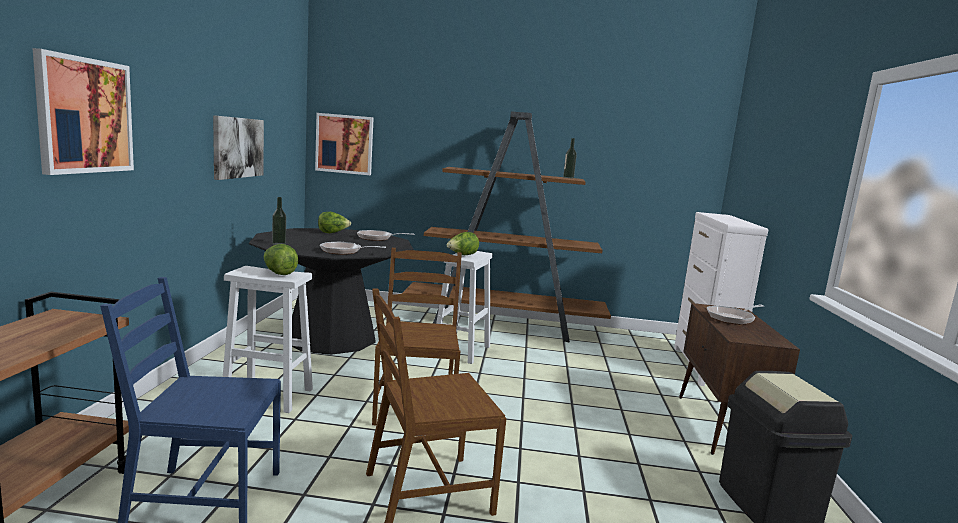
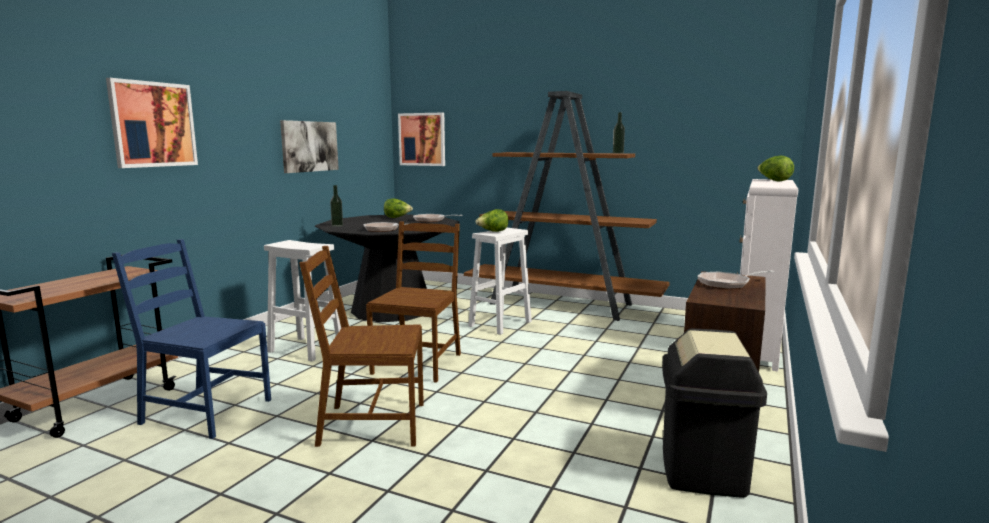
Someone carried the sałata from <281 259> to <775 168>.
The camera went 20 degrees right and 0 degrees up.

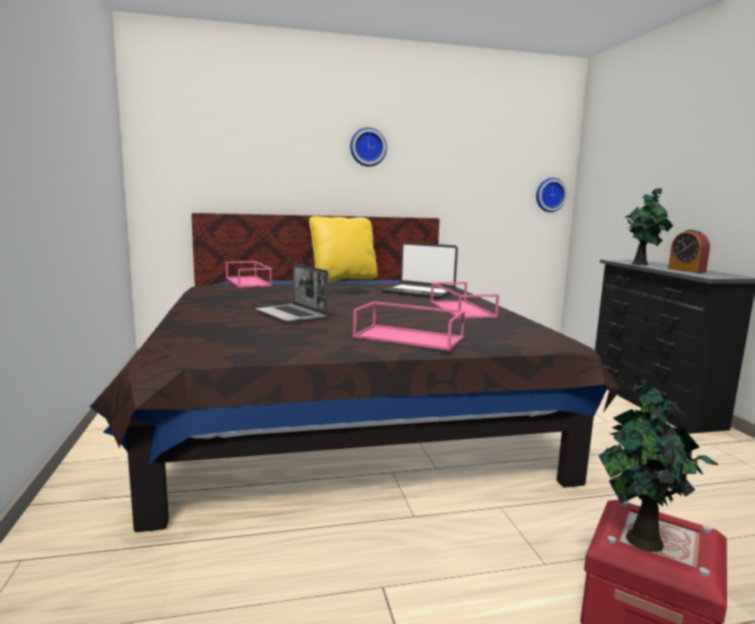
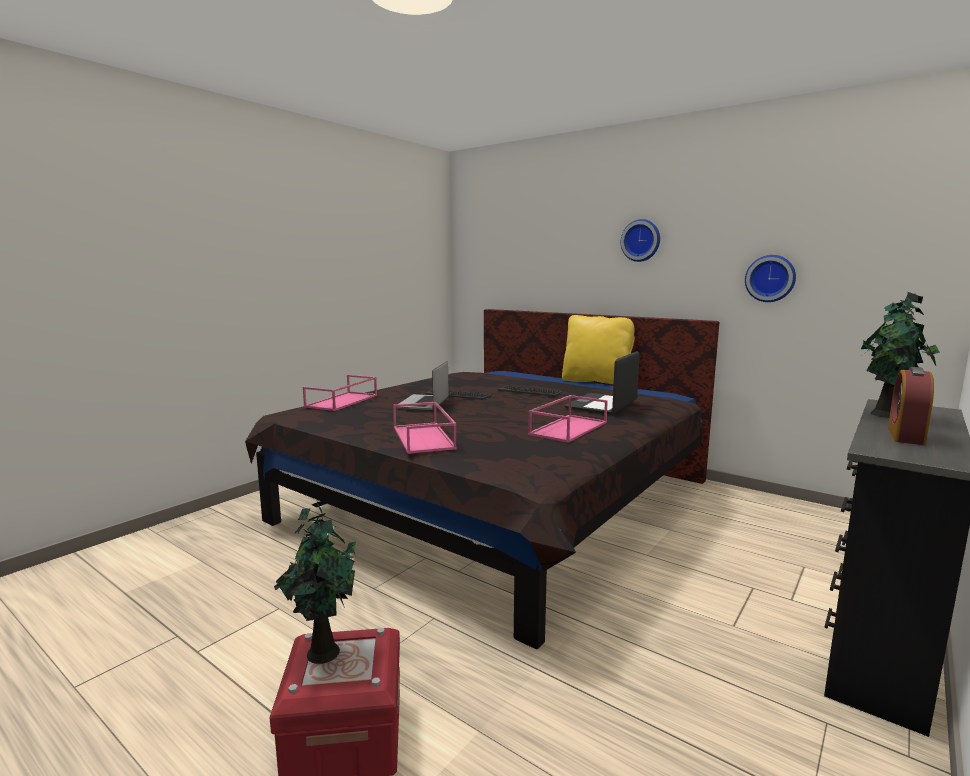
Someone carried the taca (różowy) from <249 274> to <340 393>.
Someone carried the zegar ścienny from <551 195> to <770 278>.
Someone rotated the laptop at <420 270> by 45 degrees clockwise.
The camera went 50 degrees right and 0 degrees up.

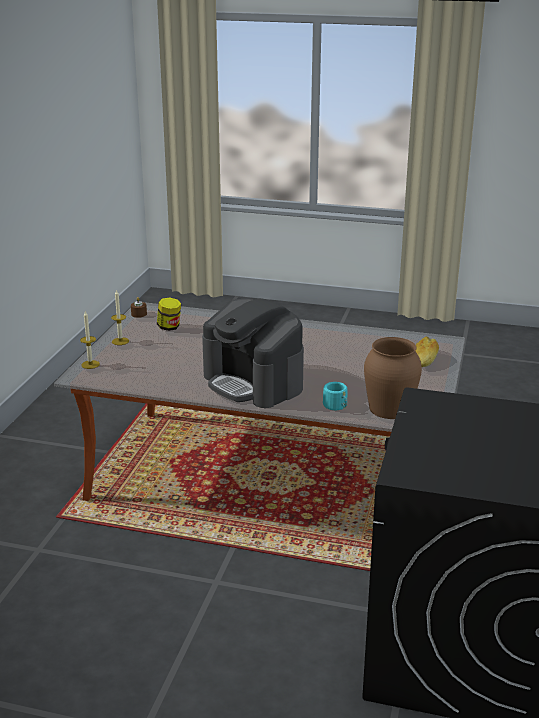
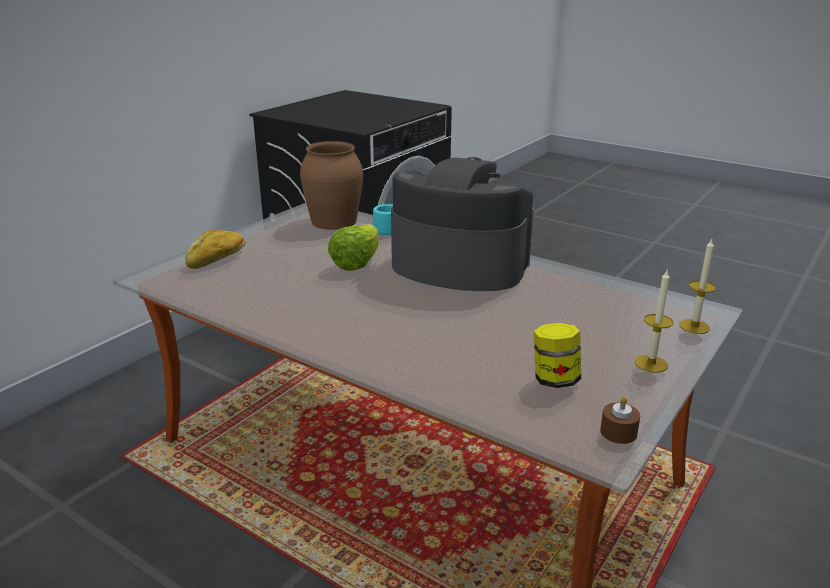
Someone put down the sałata at <353 247>.
Someone rotated the ekspres do kawy at <253 353> by 45 degrees counterclockwise.
The camera went 160 degrees left and 0 degrees up.

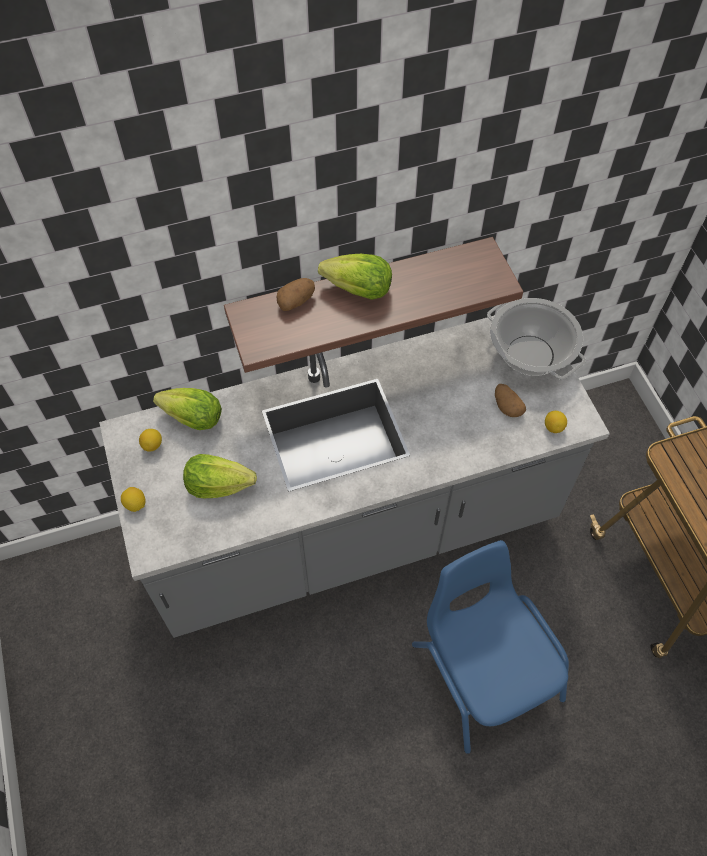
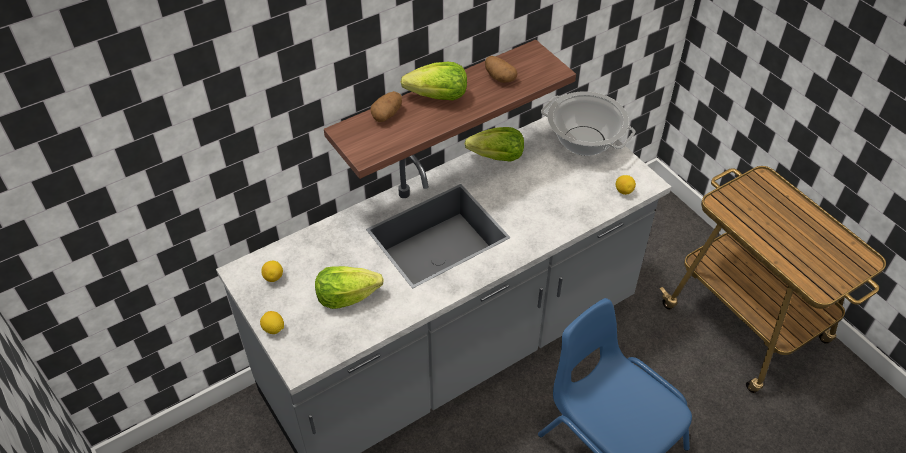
Someone carried the sałata from <187 409> to <494 144>.
Someone carried the ziemniak from <510 400> to <501 69>.
The camera went 15 degrees left and 10 degrees down.

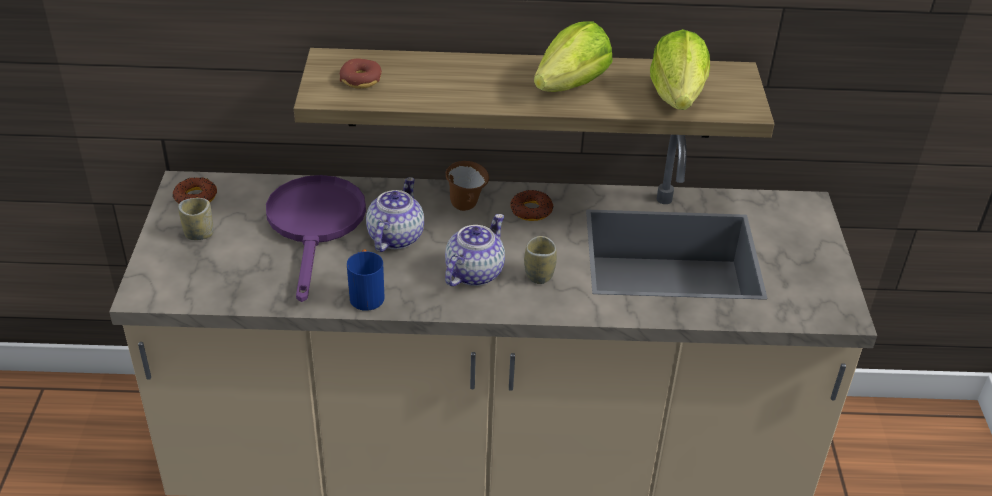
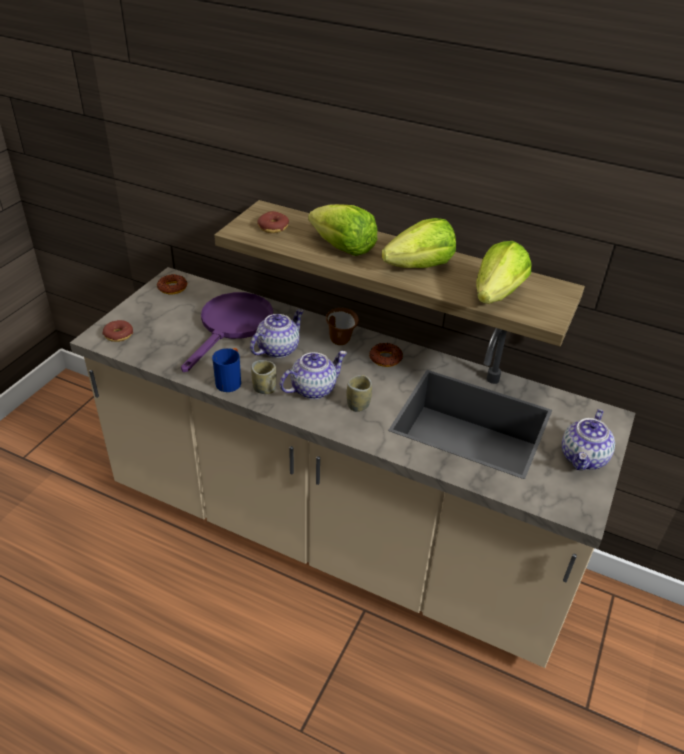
Someone put down the donut at <117 331>.
Someone put down the sałata at <342 230>.
Someone put down the imbryk at <588 439>.
Someone carried the filiżanka from <196 219> to <263 377>.
The camera went 25 degrees right and 0 degrees up.

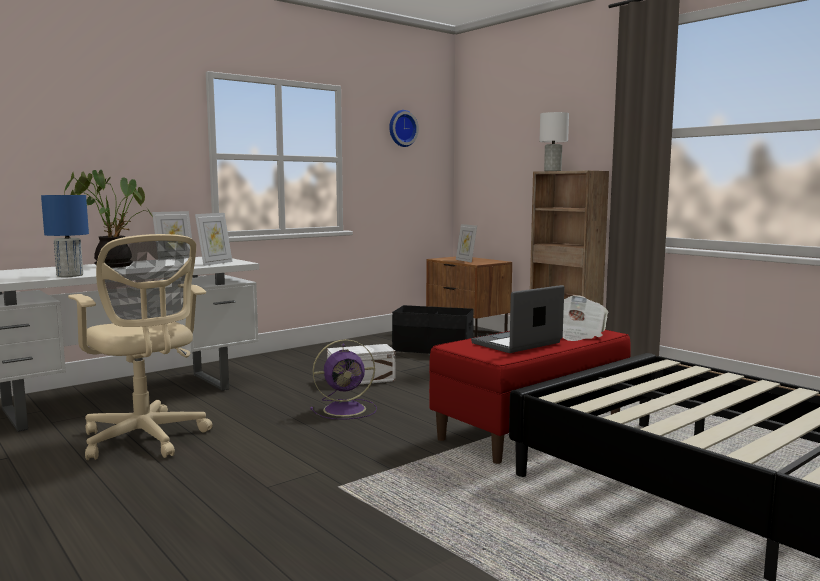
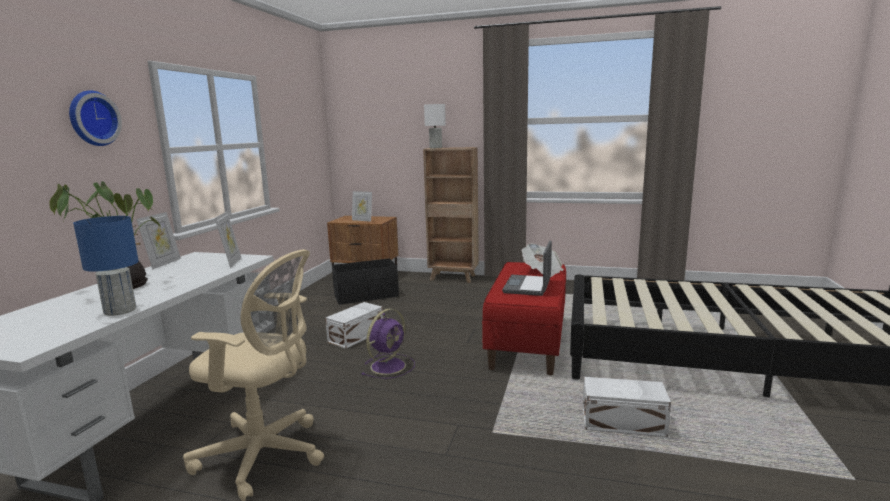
Someone put down the pojemnik do przechowywania (biały) at <627 407>.
Someone carried the zegar ścienny from <404 128> to <95 118>.
The camera went 35 degrees left and 5 degrees up.

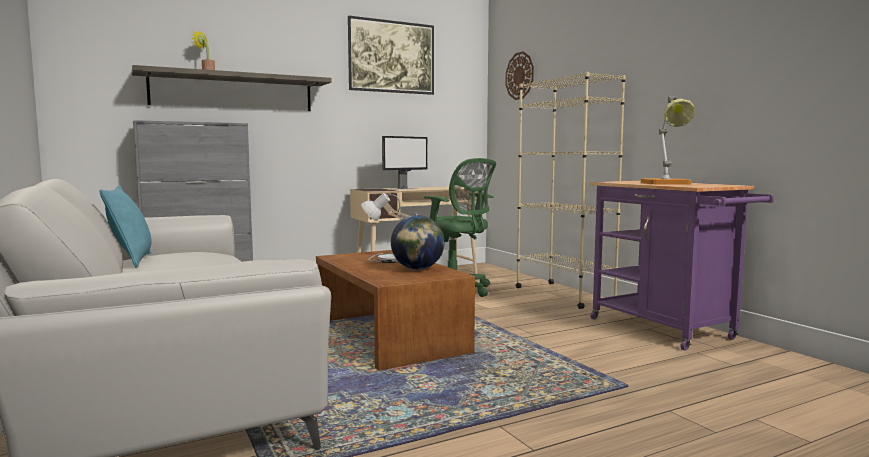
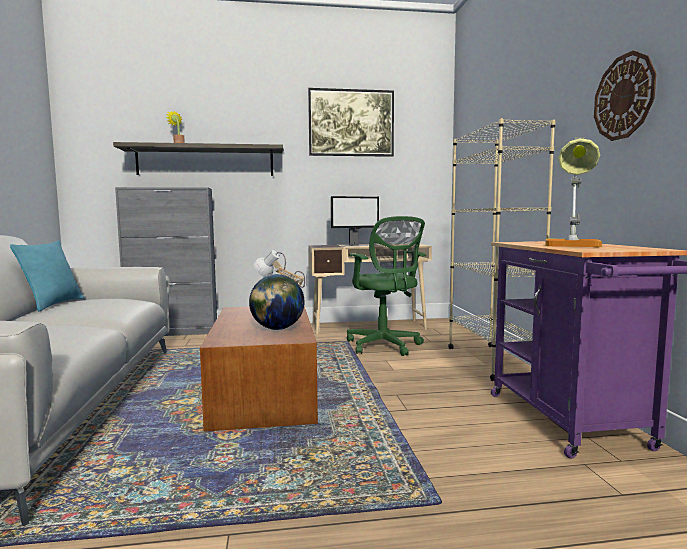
Someone carried the zegar ścienny from <519 75> to <625 95>.
The camera went 20 degrees right and 0 degrees up.

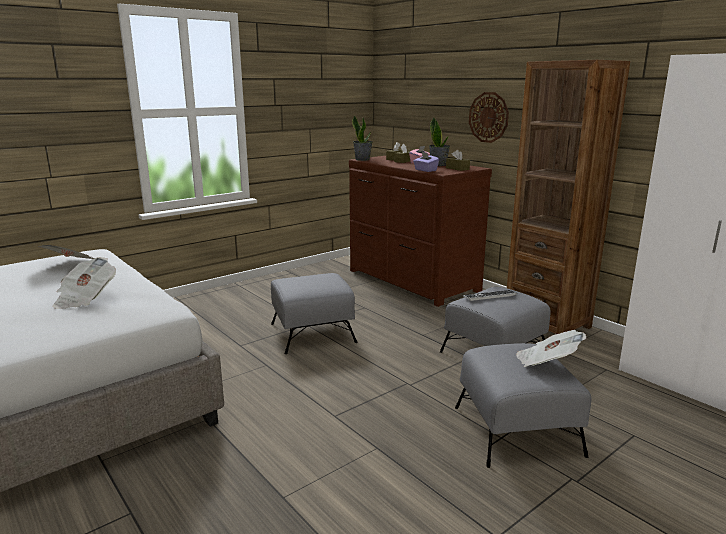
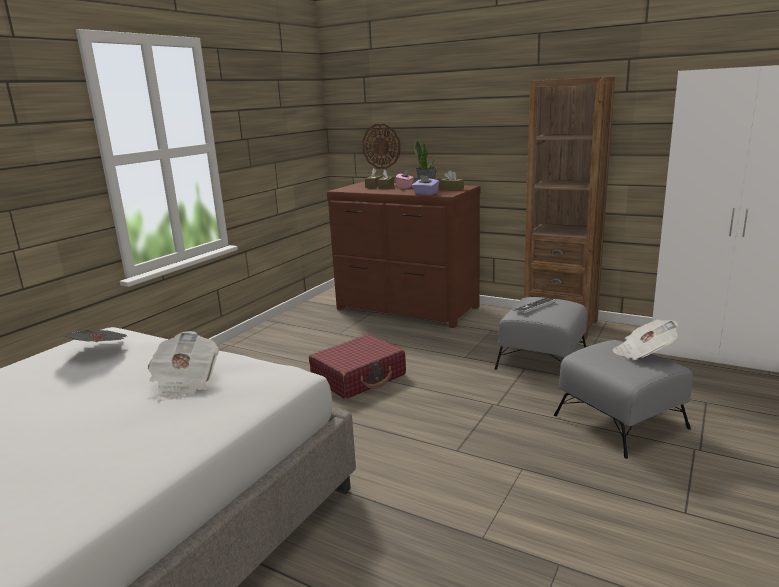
Someone took away the roślina doniczkowa at <362 138>.
Someone carried the zegar ścienny from <489 117> to <381 146>.
Someone swapped the pufa (szary) at <314 313> for the walizka (czerwony) at <357 366>.
The camera went 20 degrees left and 0 degrees up.

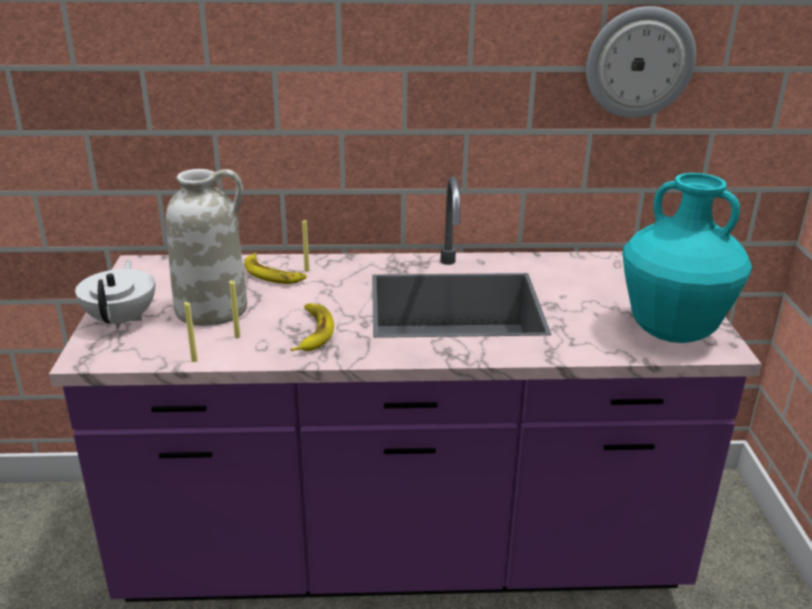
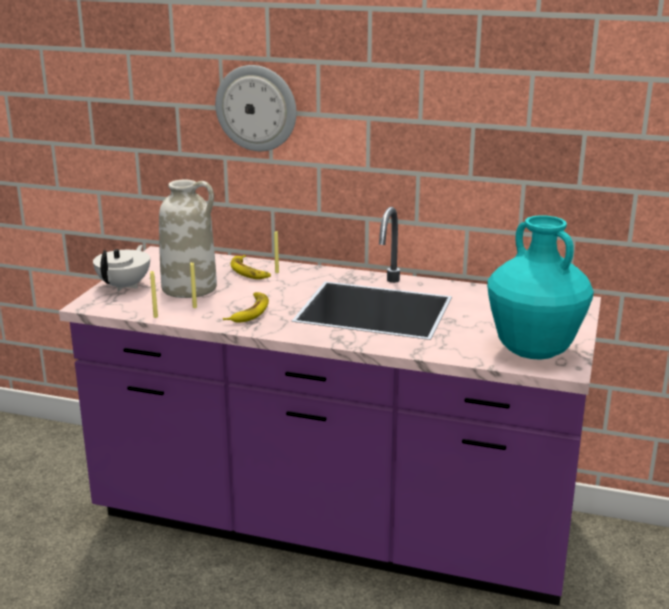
Someone carried the zegar ścienny from <641 62> to <256 108>.
The camera went 20 degrees right and 5 degrees down.

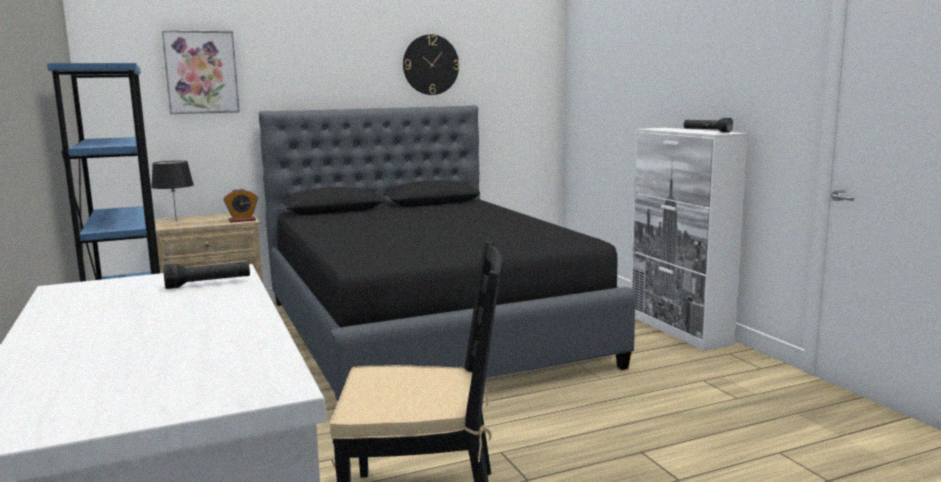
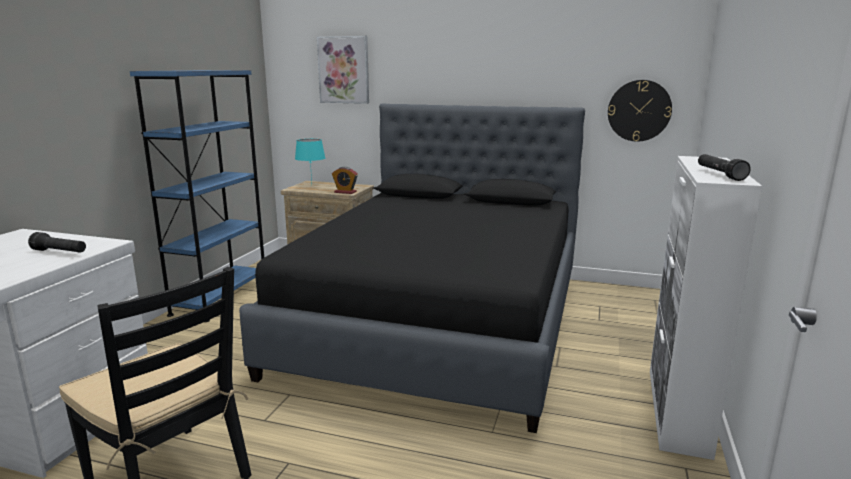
Someone carried the zegar ścienny from <431 64> to <640 111>.
Someone repainted the lampa stołowa (czarny) at <172 191>, which became the lampa stołowa (turkusowy) at <310 161>.
The camera went 40 degrees right and 5 degrees up.

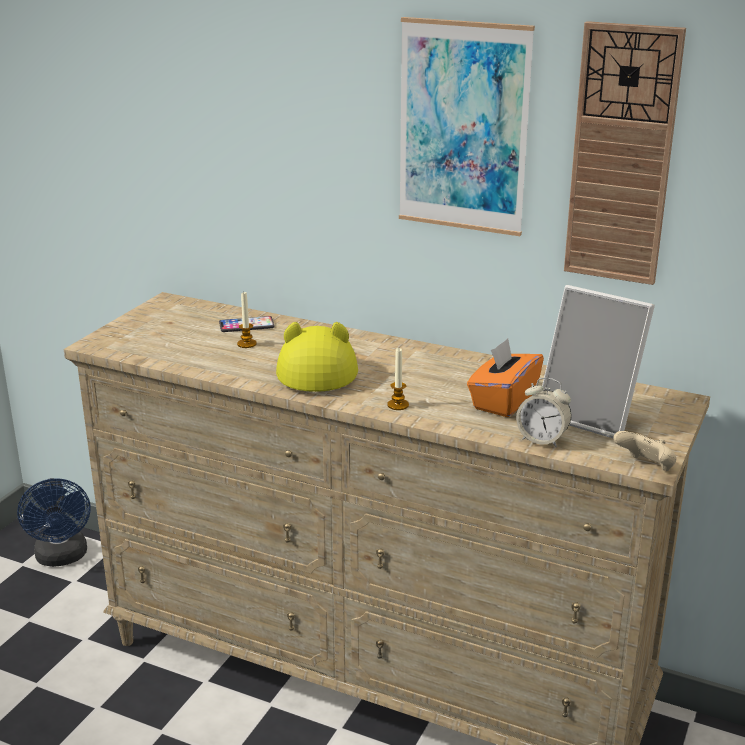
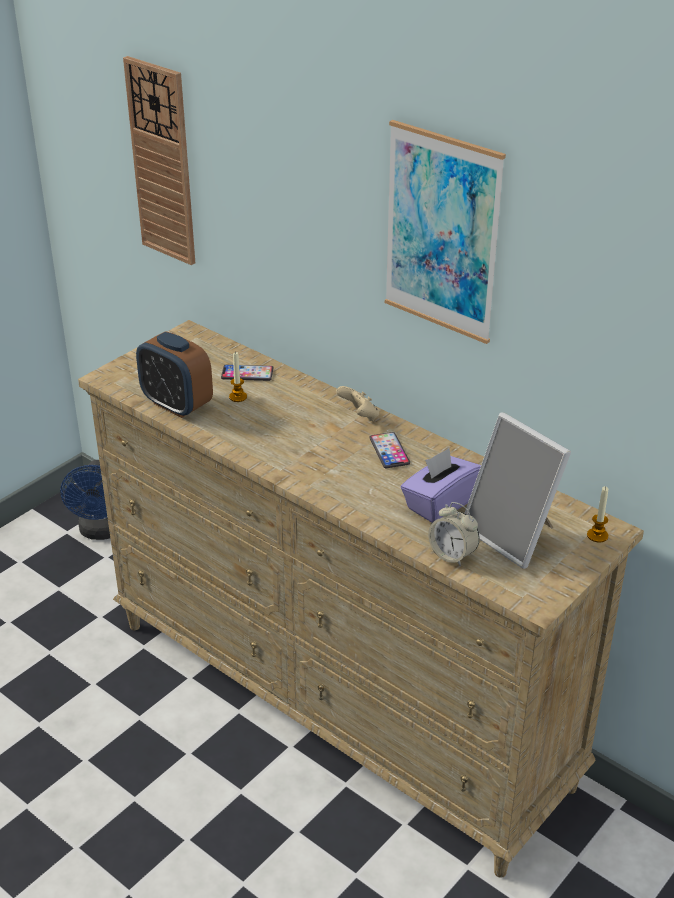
Someone took away the kapelusz (żółty) at <317 357>.
Someone put down the budzik at <174 374>.
Someone put down the telefon at <389 450>.
Someone carried the świeca from <398 379> to <597 514>.
Someone carried the zegar ścienny from <625 153> to <159 160>.
Someone carried the pad do gier (beżowy) from <645 451> to <357 404>.
Someone repainted the pudełko chusteczek (pomarańczowy) at <505 377>, which became the pudełko chusteczek (fioletowy) at <441 485>.
The camera went 15 degrees right and 10 degrees up.

